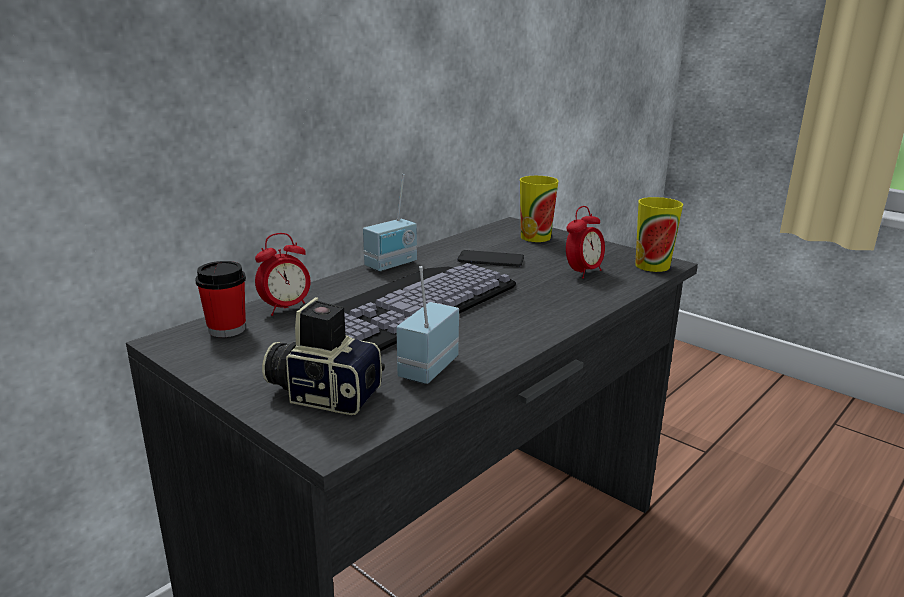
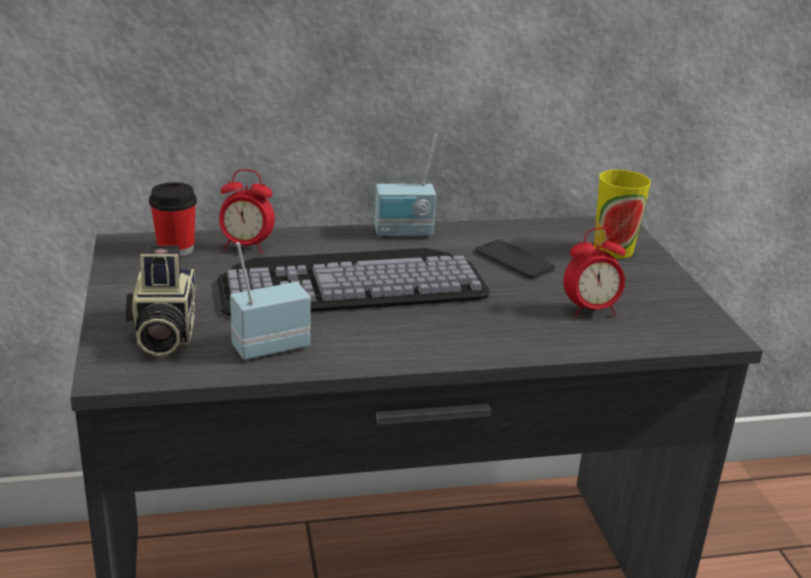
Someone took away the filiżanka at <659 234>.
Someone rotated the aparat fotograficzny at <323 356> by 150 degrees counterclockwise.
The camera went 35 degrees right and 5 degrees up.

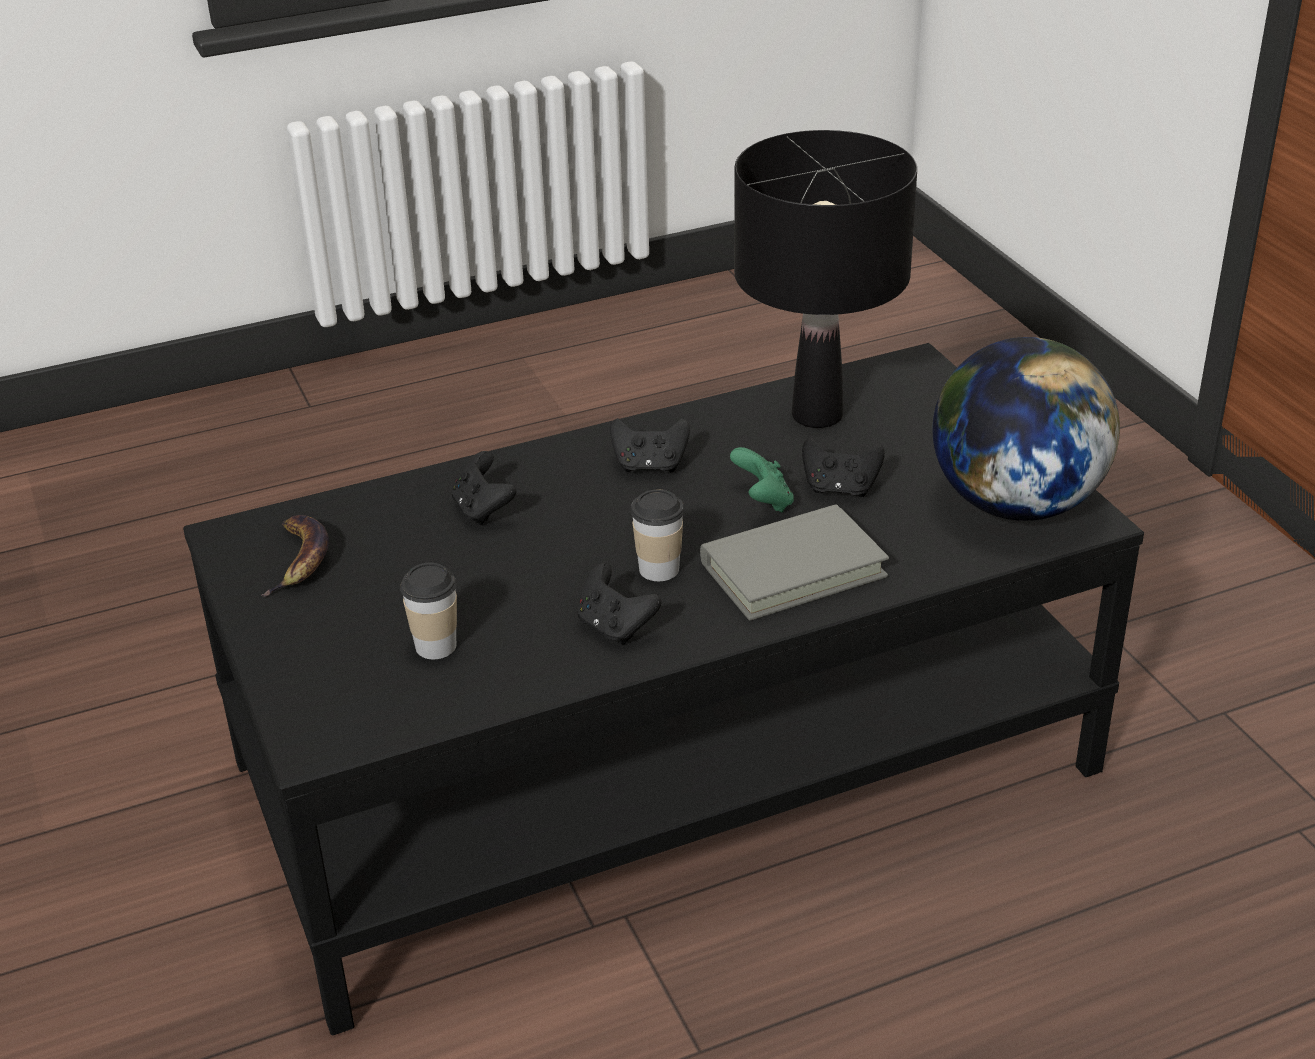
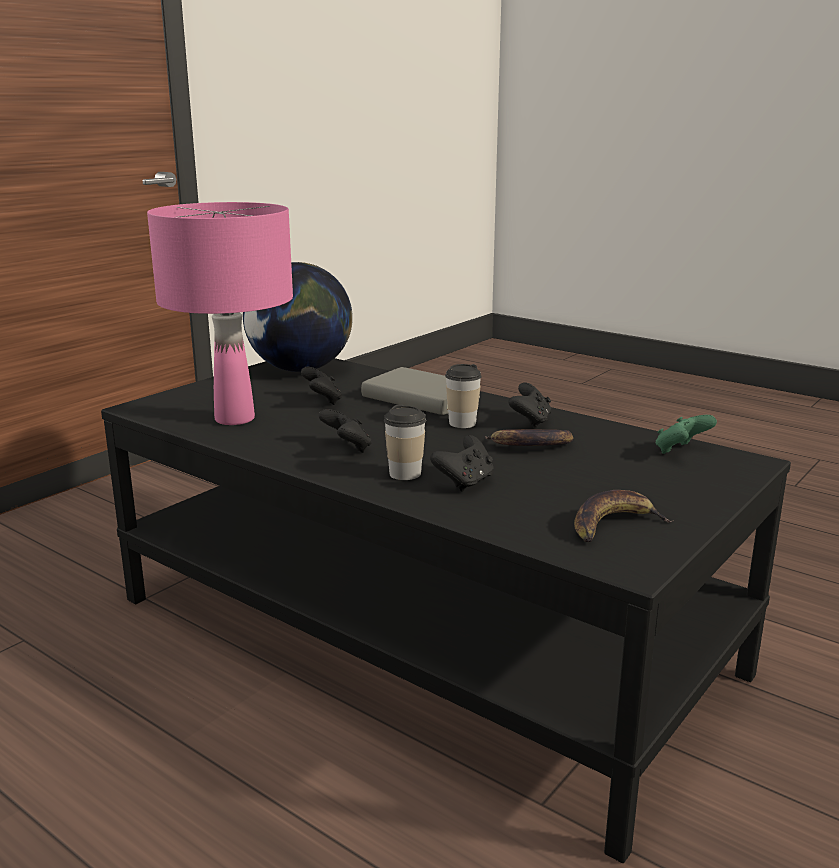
Someone put down the banan at <529 437>.
Someone carried the filiżanka from <428 611> to <405 442>.
Someone carried the pad do gier (zielony) from <762 480> to <686 434>.
Someone repainted the lampa stołowa (czarny) at <825 279>, which became the lampa stołowa (różowy) at <220 313>.
The camera went 120 degrees left and 15 degrees down.

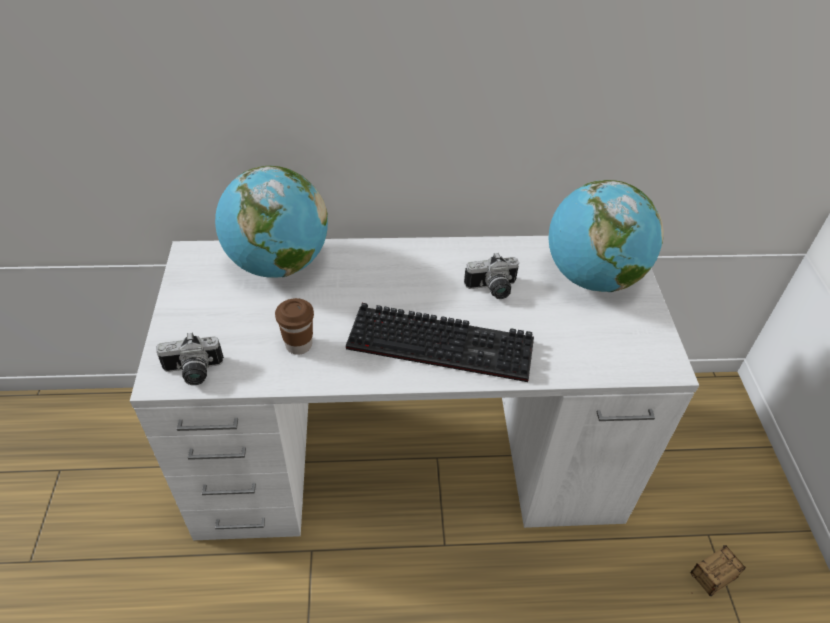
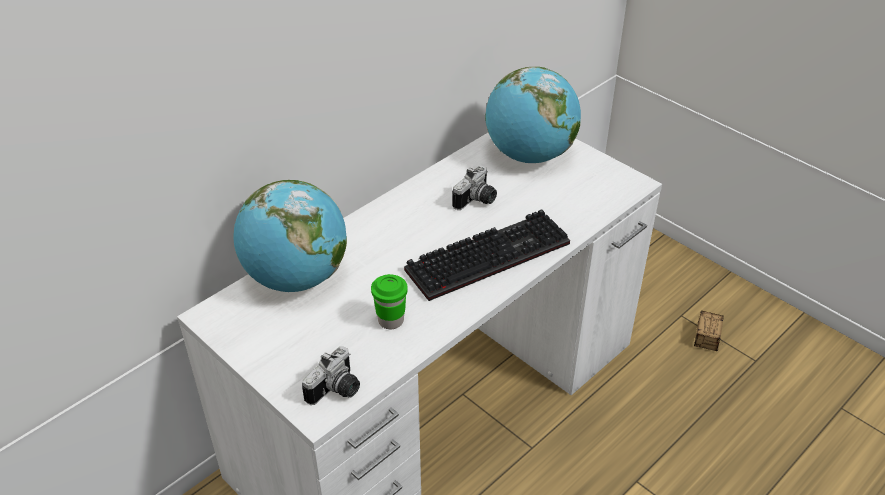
Someone repainted the filiżanka (brązowy) at <294 326>, which became the filiżanka (zielony) at <389 301>.
The camera went 40 degrees left and 5 degrees down.

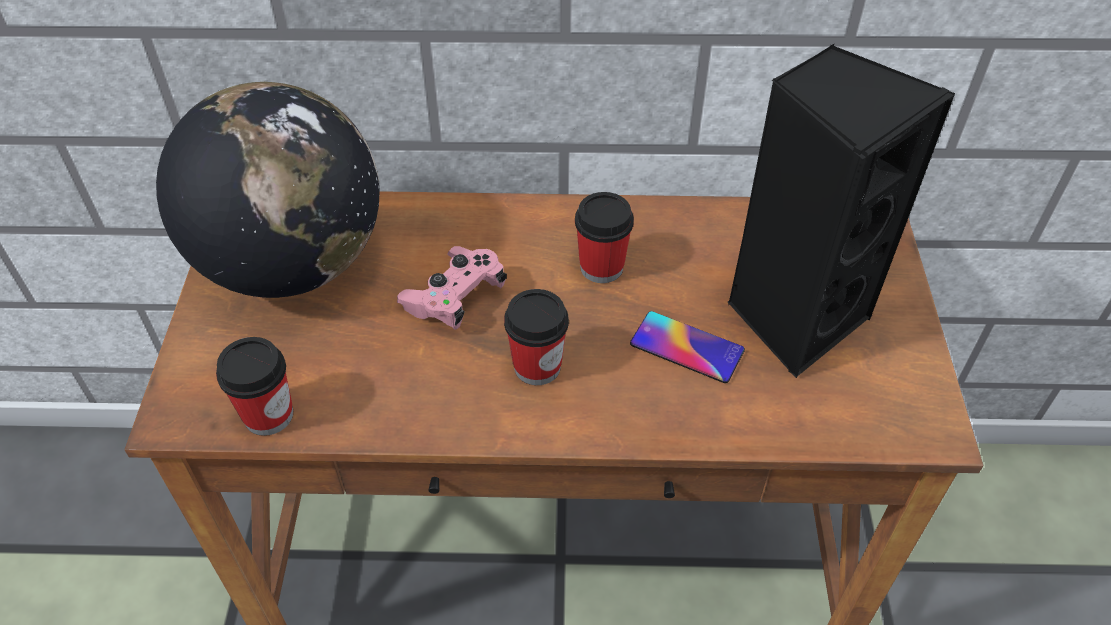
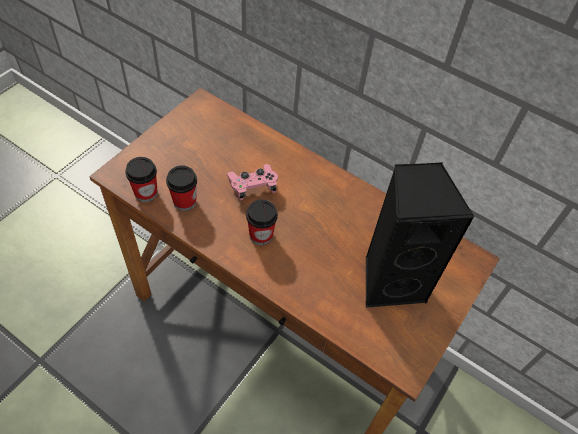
Someone took away the globus at <268 190>.
Someone took away the telefon at <687 347>.
Someone carried the filiżanka from <604 237> to <181 188>.
The camera went 30 degrees right and 5 degrees up.

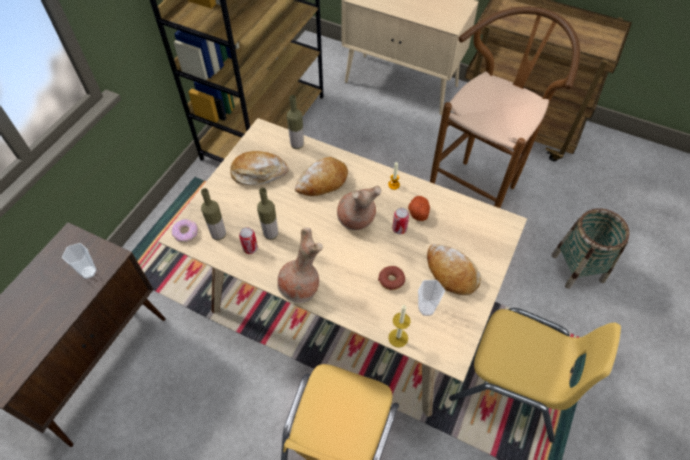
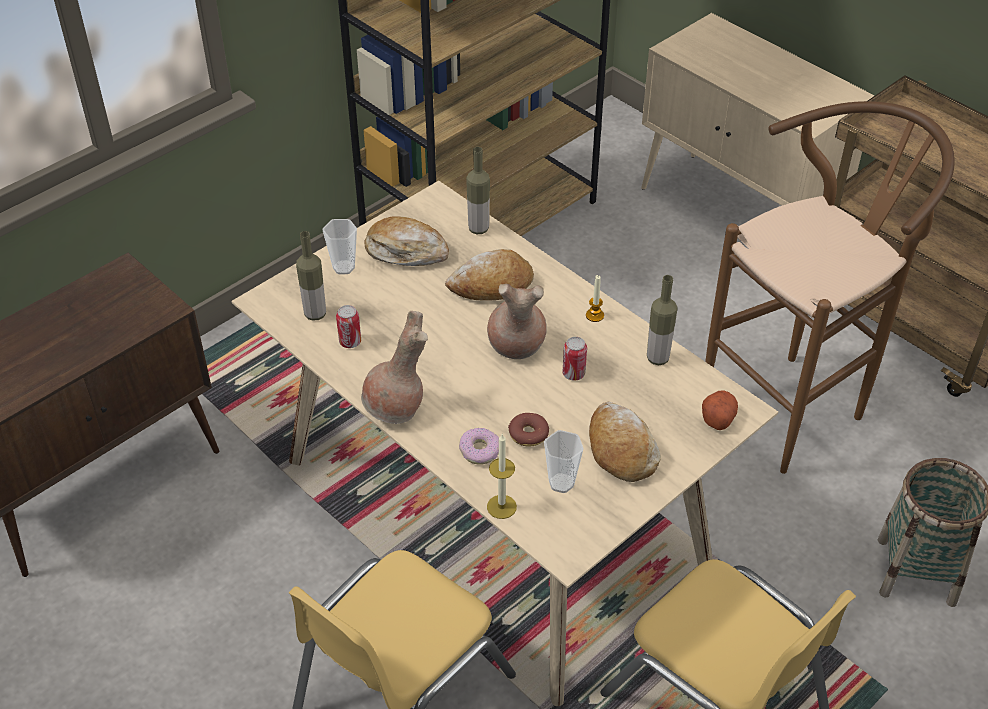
Someone carried the filiżanka from <79 261> to <340 246>.
Someone carried the donut from <185 231> to <479 446>.
Someone carried the butelka from <267 214> to <662 320>.
Someone carried the ziemniak from <419 208> to <720 410>.
The camera went 20 degrees right and 10 degrees down.

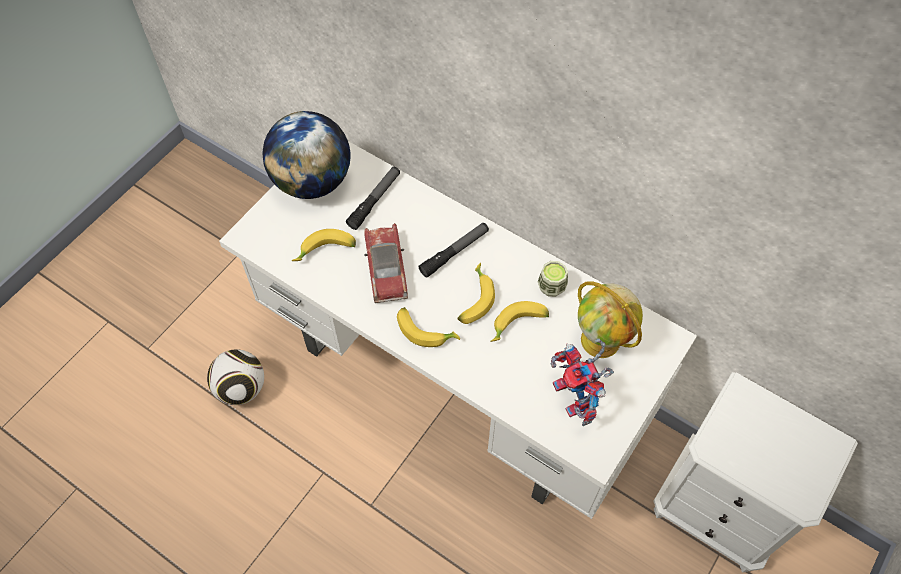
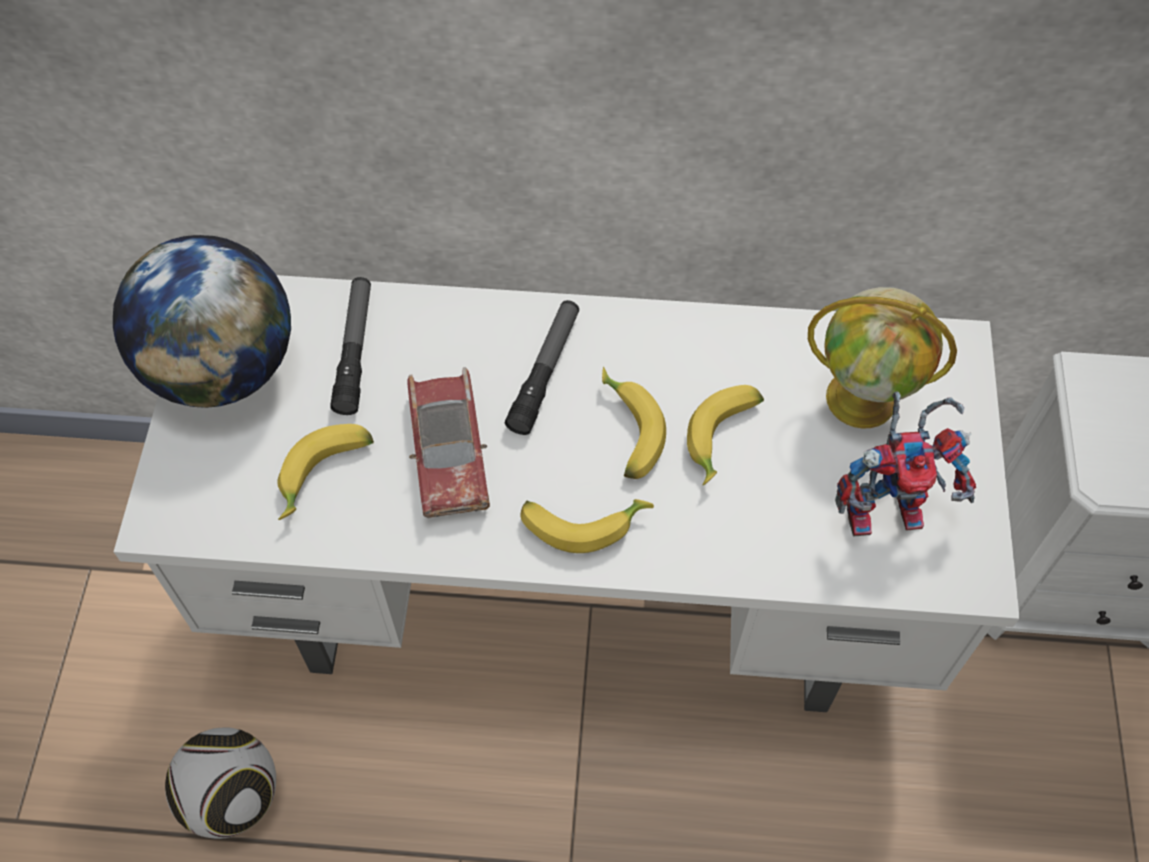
Someone took away the filiżanka at <553 279>.
Someone rotated the samochodzik at <386 263> by 150 degrees counterclockwise.
Someone rotated the robot zabawkowy at <582 382> by 45 degrees counterclockwise.
The camera went 30 degrees left and 0 degrees up.

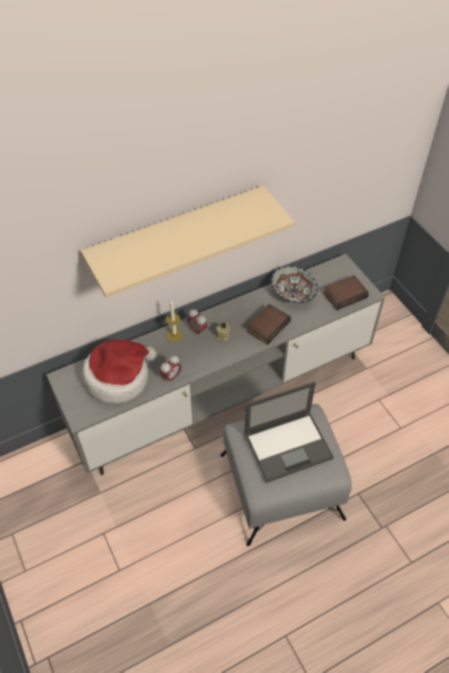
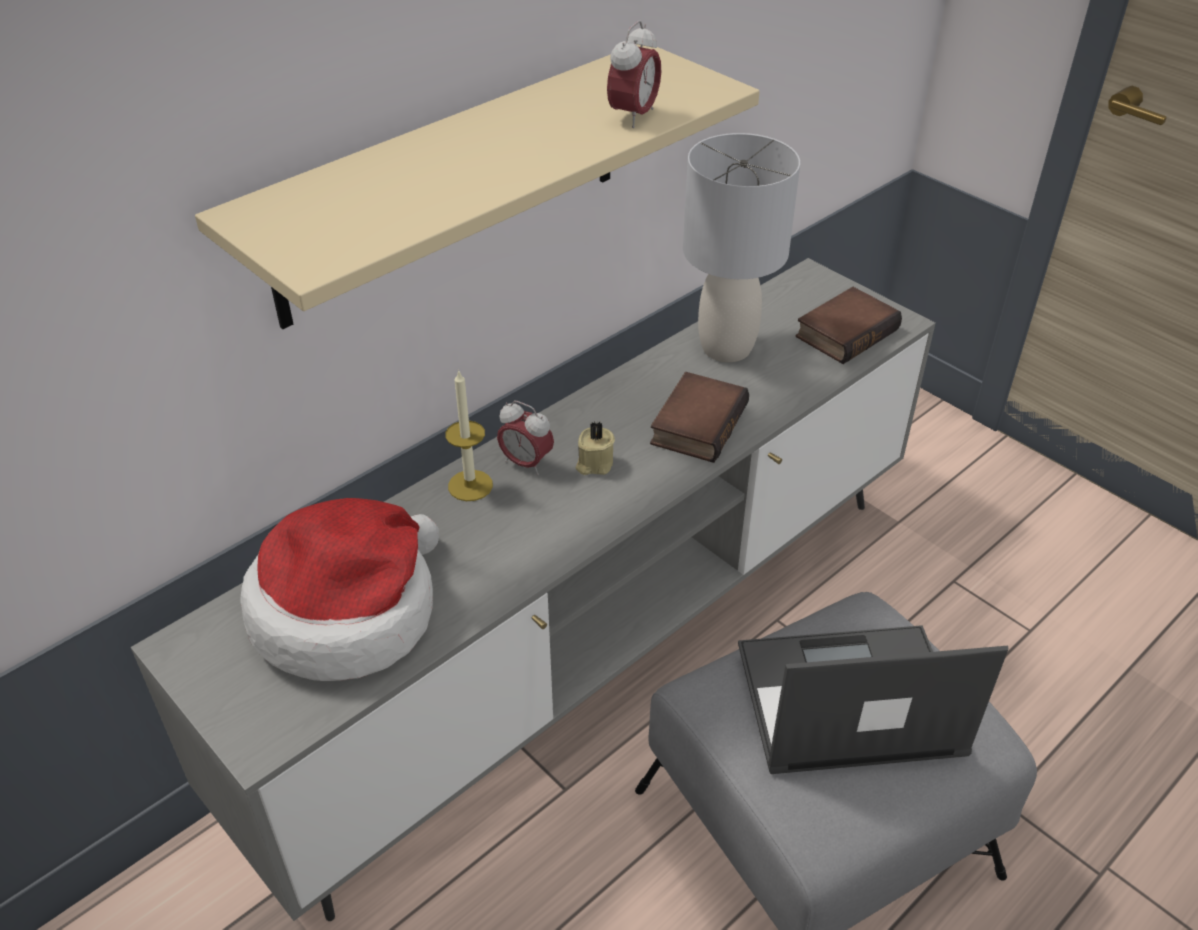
Someone carried the budzik from <170 369> to <634 74>.
Someone swapped the miska at <294 284> for the lampa stołowa (szary) at <741 247>.
Someone rotated the laptop at <289 432> by 150 degrees counterclockwise.
The camera went 15 degrees left and 10 degrees down.

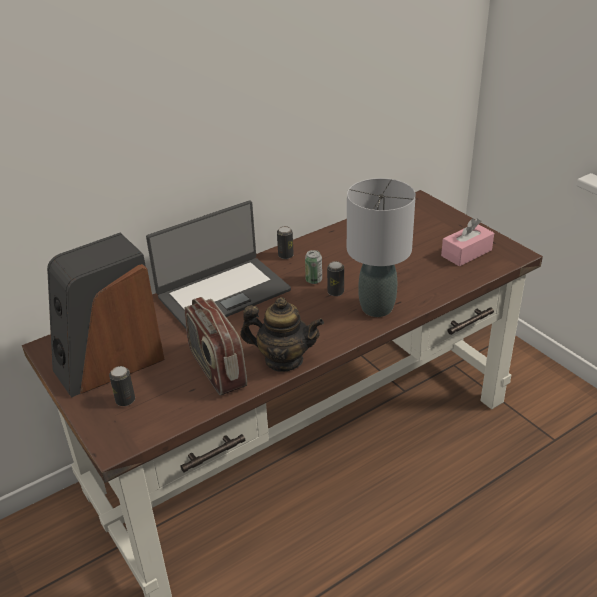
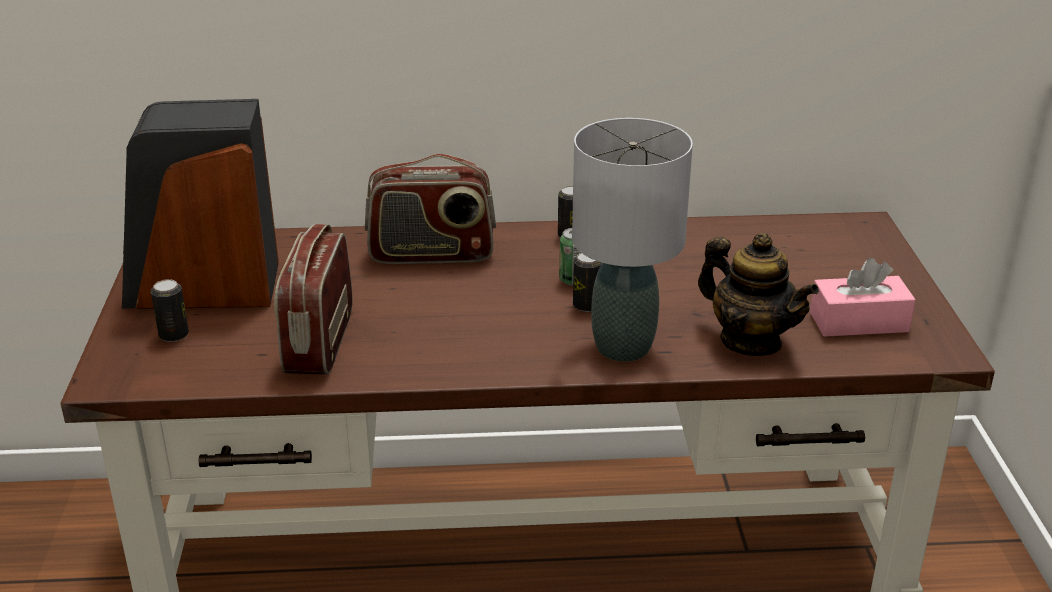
Someone carried the imbryk from <282 334> to <758 294>.
Someone swapped the laptop at <218 264> for the radio at <430 209>.
The camera went 30 degrees right and 5 degrees down.

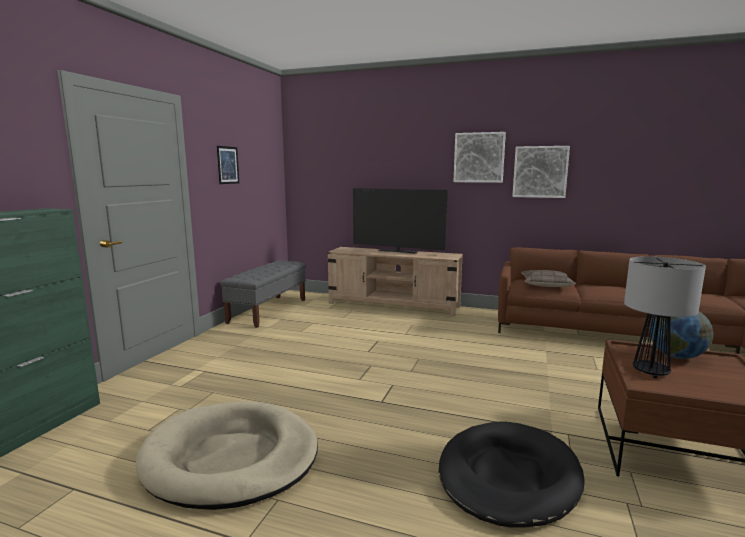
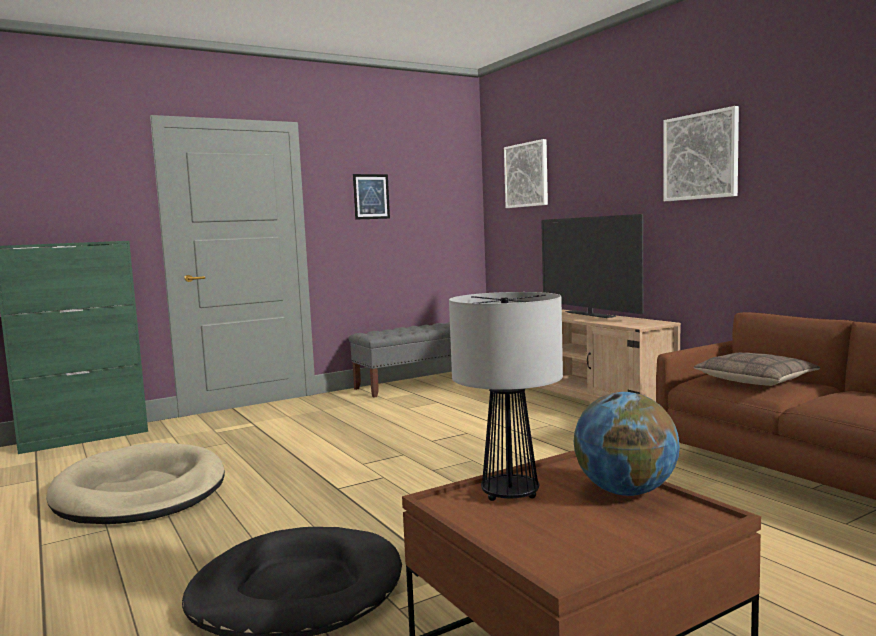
Someone carried the obraz from <541 172> to <526 173>.
The camera went 40 degrees right and 5 degrees down.

